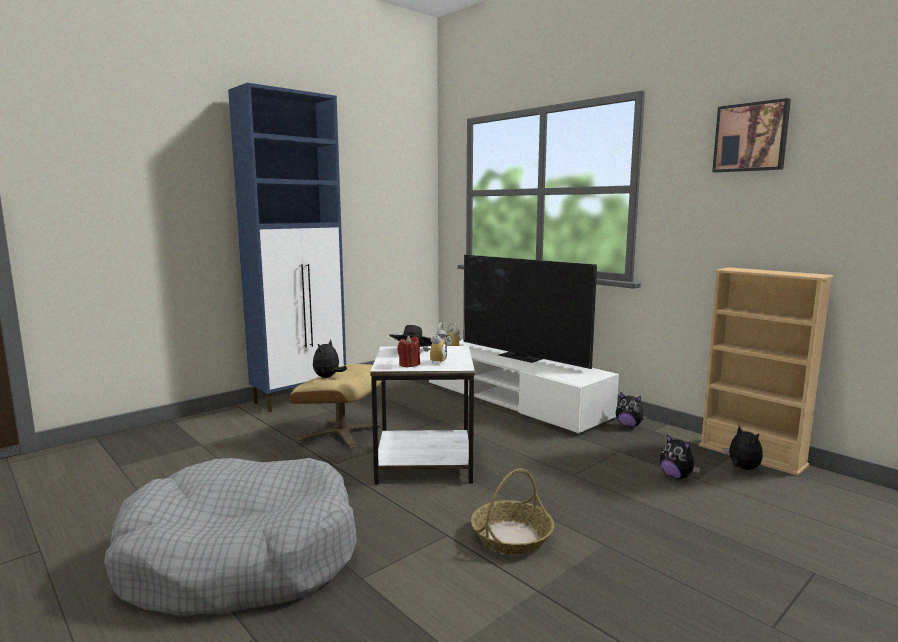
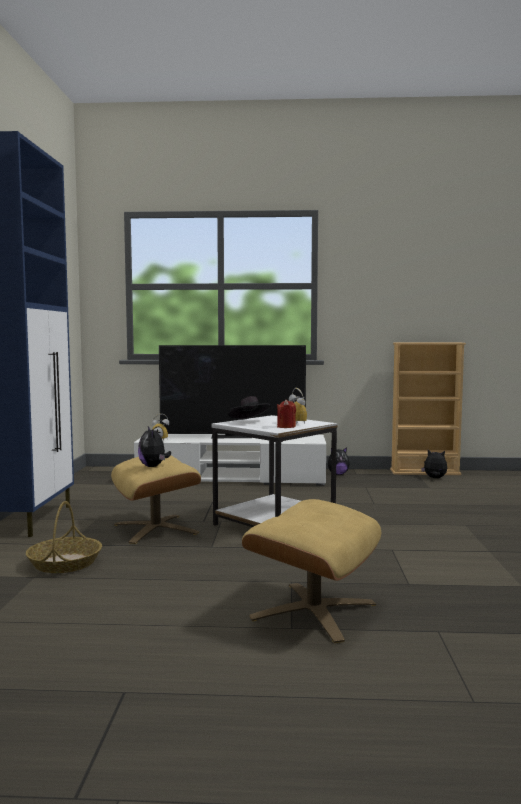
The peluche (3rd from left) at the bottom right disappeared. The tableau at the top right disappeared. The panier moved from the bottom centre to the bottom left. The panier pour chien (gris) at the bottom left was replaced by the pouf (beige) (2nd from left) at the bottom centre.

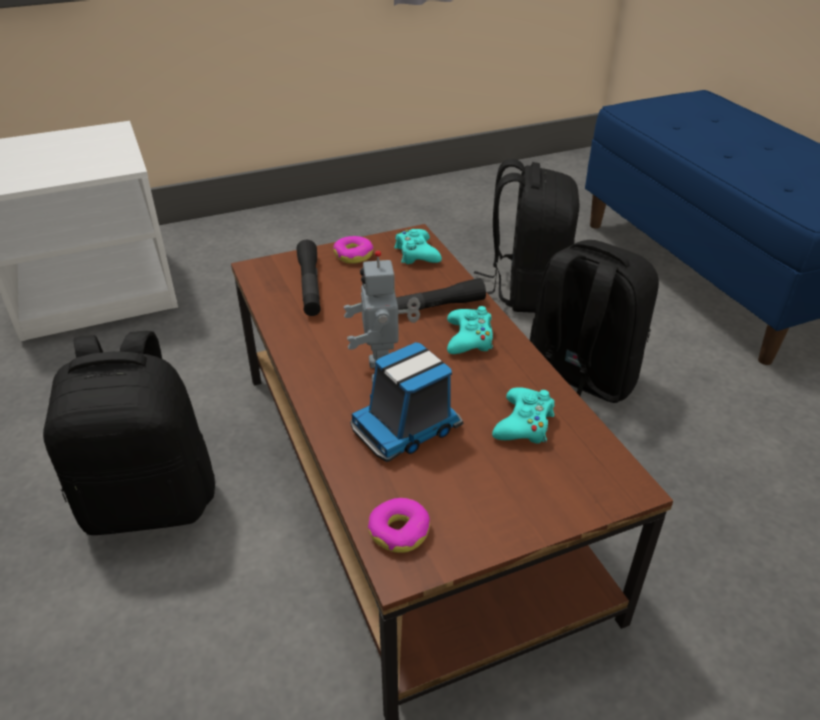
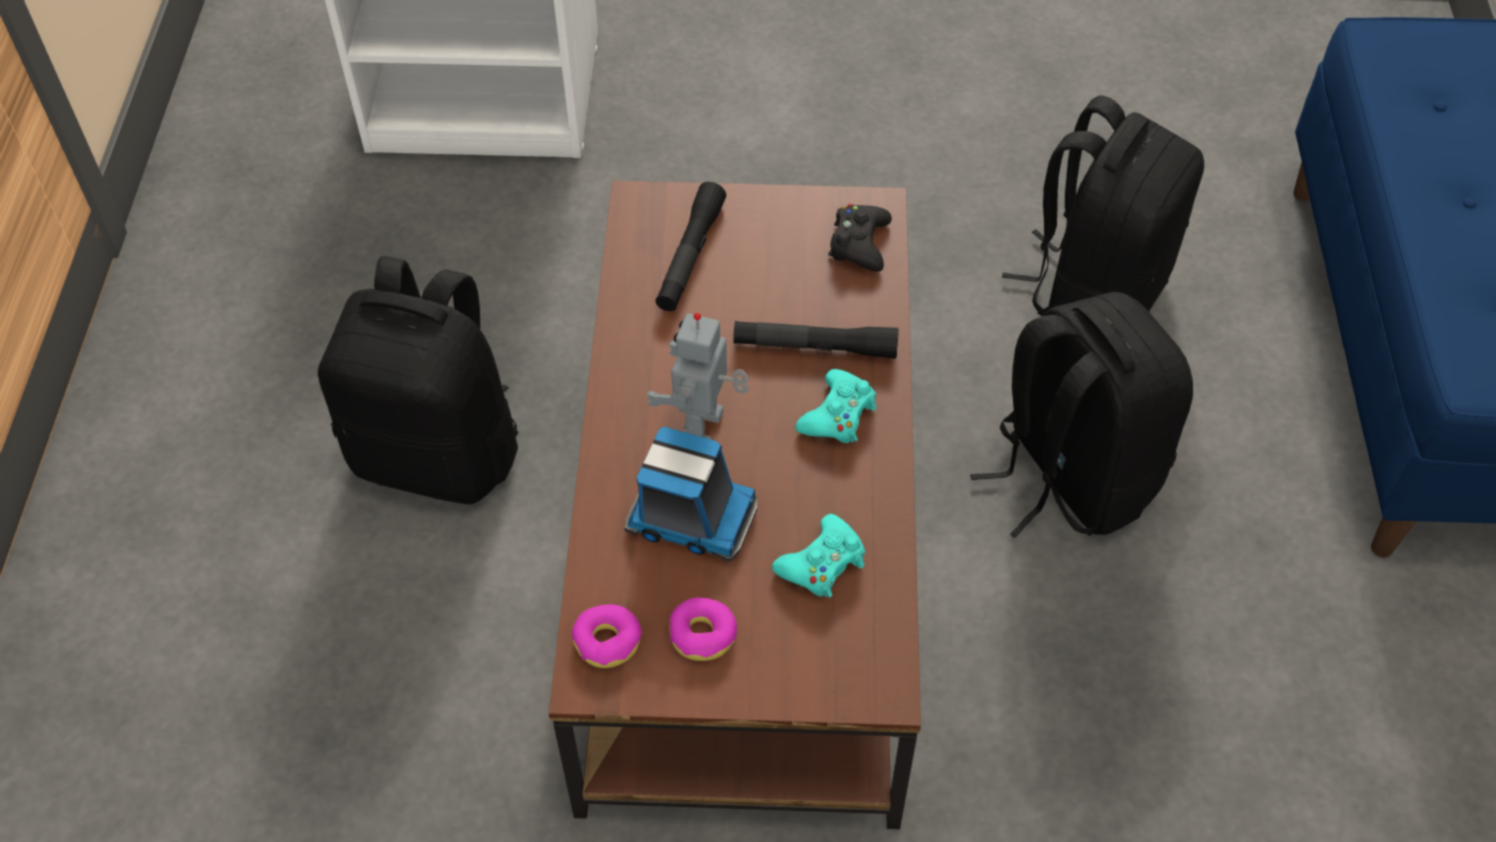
The beignet (1st from left in the first image) moved from the centre to the bottom centre. The manette (turquoise) (1st from left) at the centre became the manette (noir) at the top centre. The camion jouet at the centre turned 150 degrees counterclockwise.

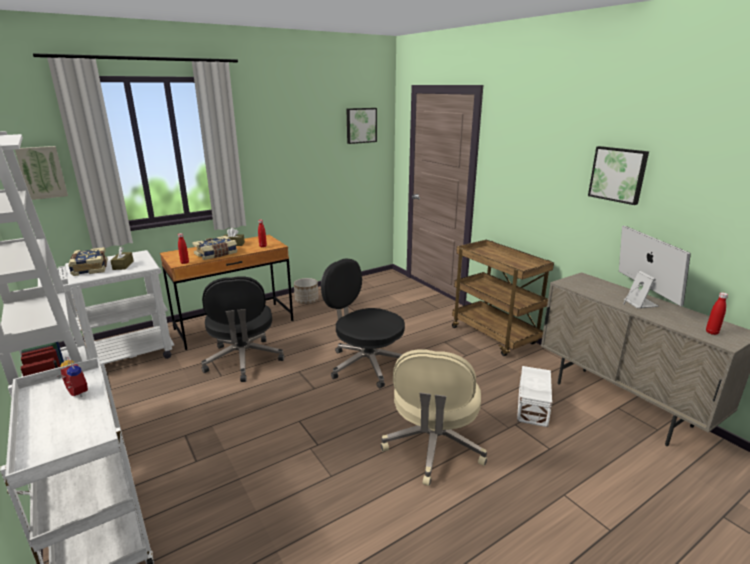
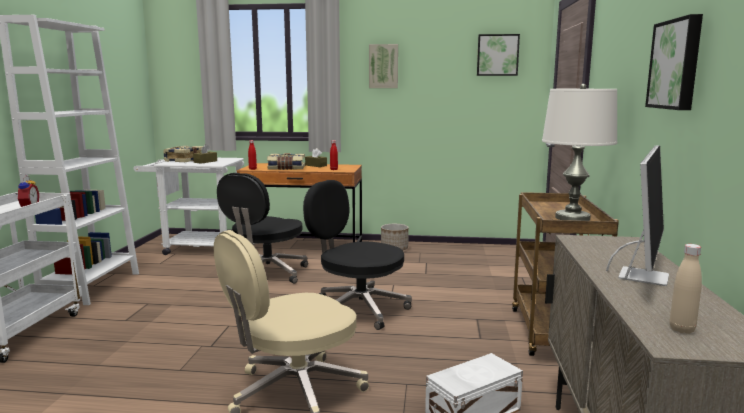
The lampe de table (blanc) at the middle right appeared. The tableau (1st from left) moved from the top left to the top centre. The bouteille (rouge) (3rd from left) at the middle right became the bouteille (beige) at the bottom right. The chaise de bureau (noir) (2nd from left) at the centre turned 45 degrees counterclockwise.

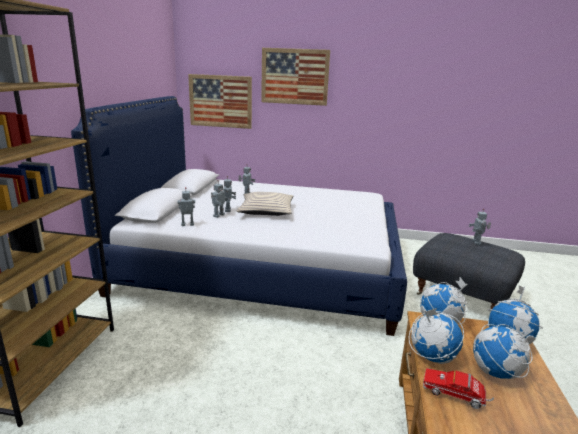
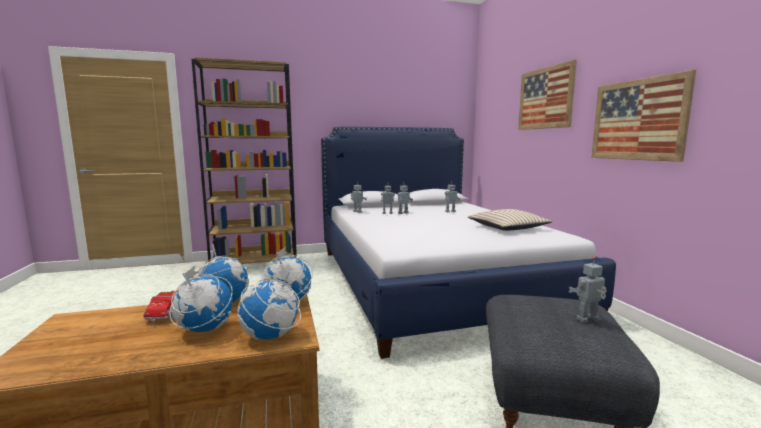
The tableau (1st from left in the first image) moved from the top centre to the top right. The coussin (beige) moved from the centre to the middle right.

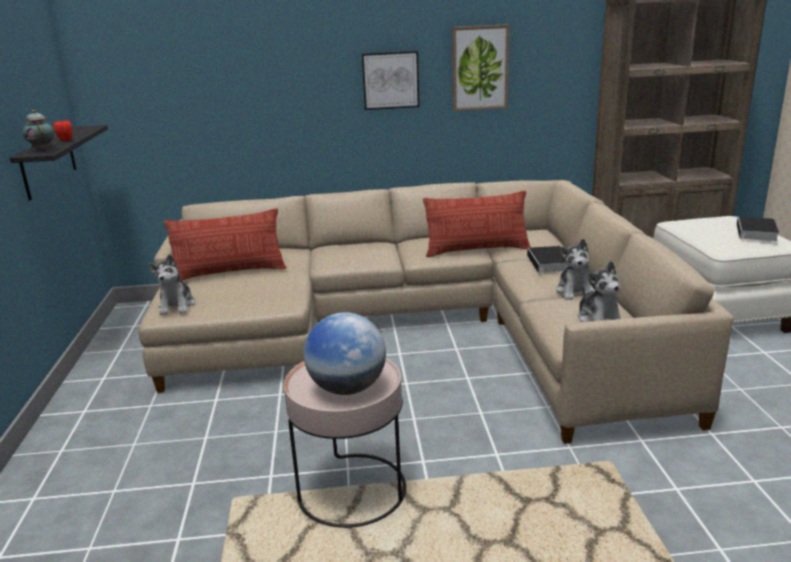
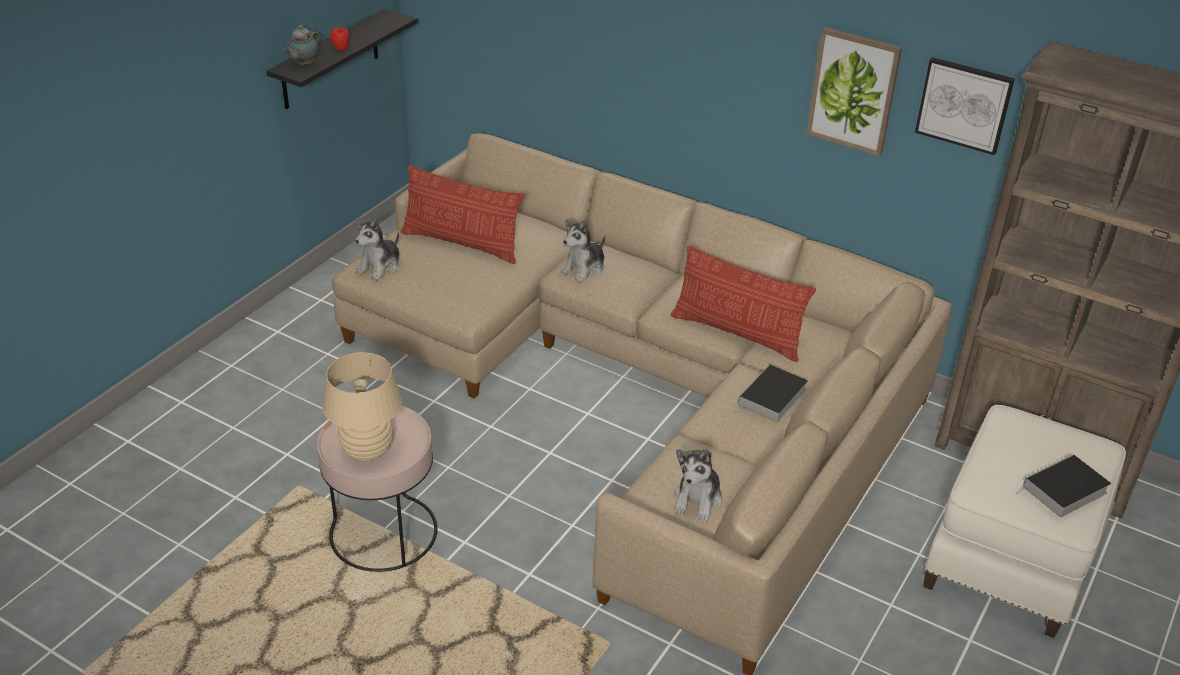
The tableau (1st from left in the first image) moved from the top centre to the top right. The peluche (2nd from left) moved from the middle right to the centre. The globe at the centre was replaced by the lampe de table (beige) at the middle left. The théière at the top left turned 150 degrees counterclockwise.

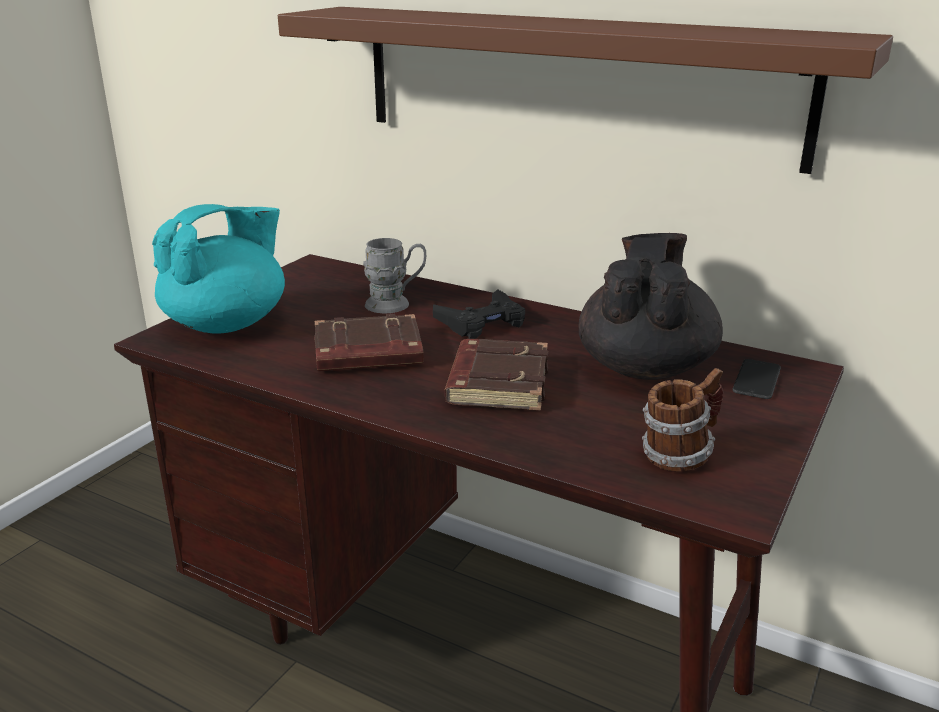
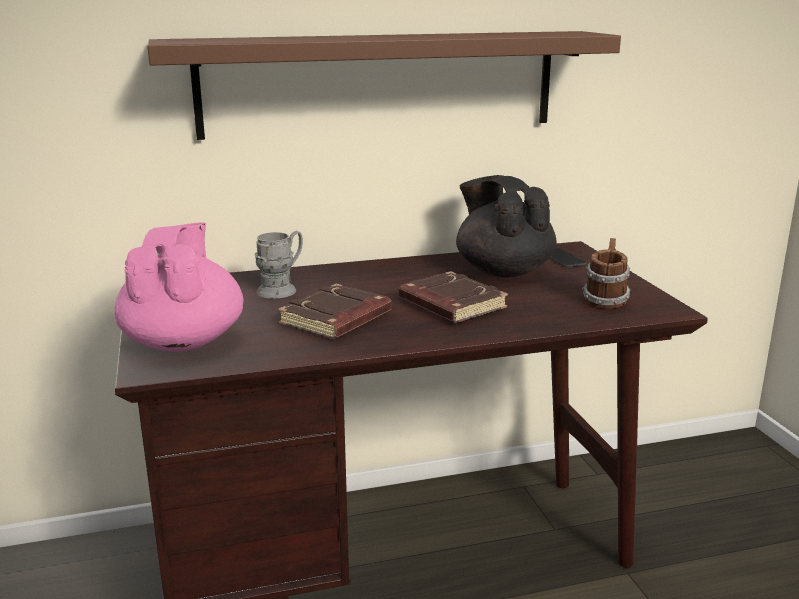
The manette (noir) at the centre disappeared. The théière (turquoise) at the middle left became the théière (rose) at the middle left.

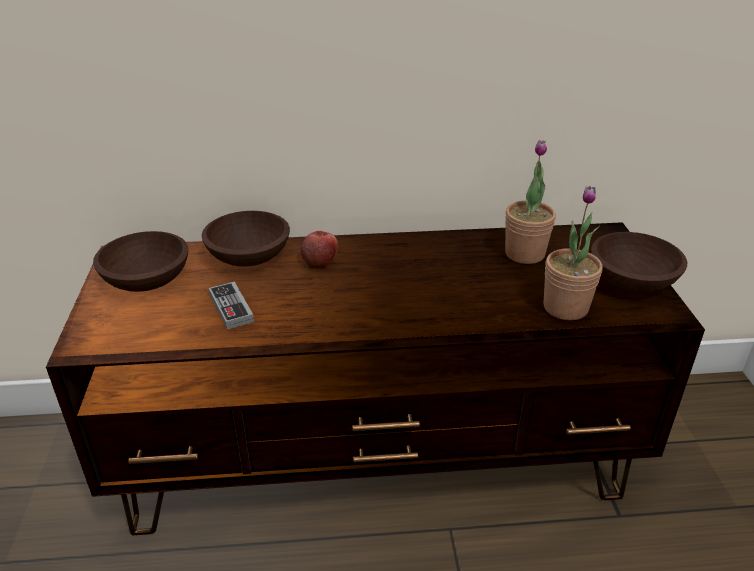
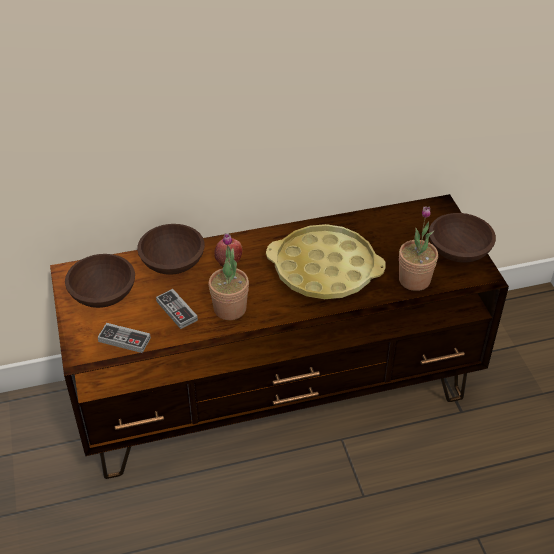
The manette (1st from left) at the middle left appeared. The plateau (jaune) at the centre appeared. The plante en pot (1st from left) moved from the middle right to the centre.

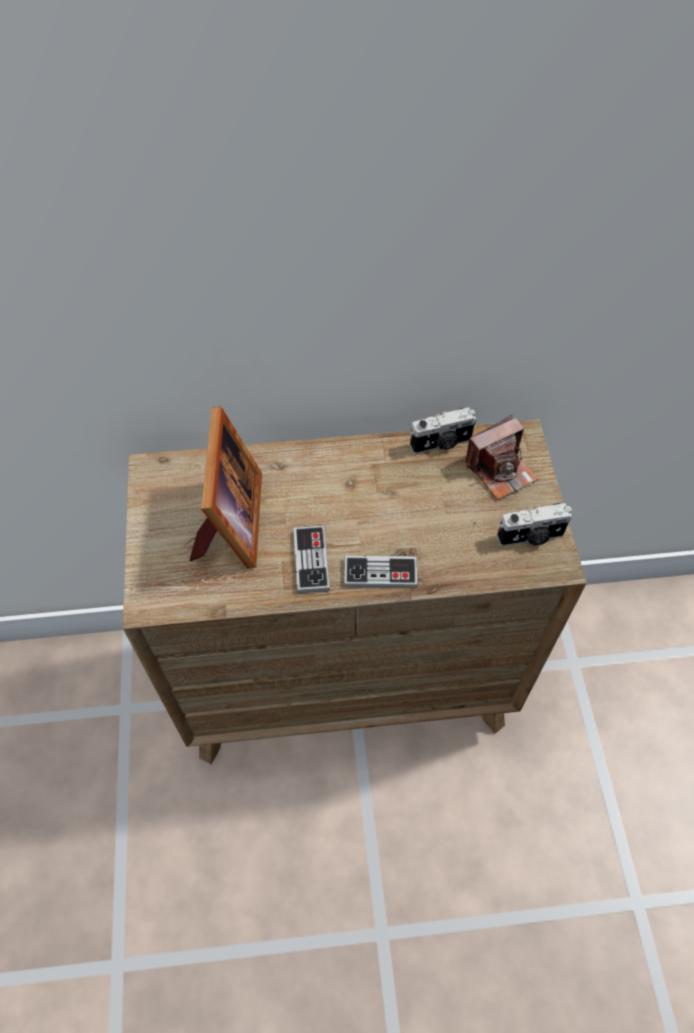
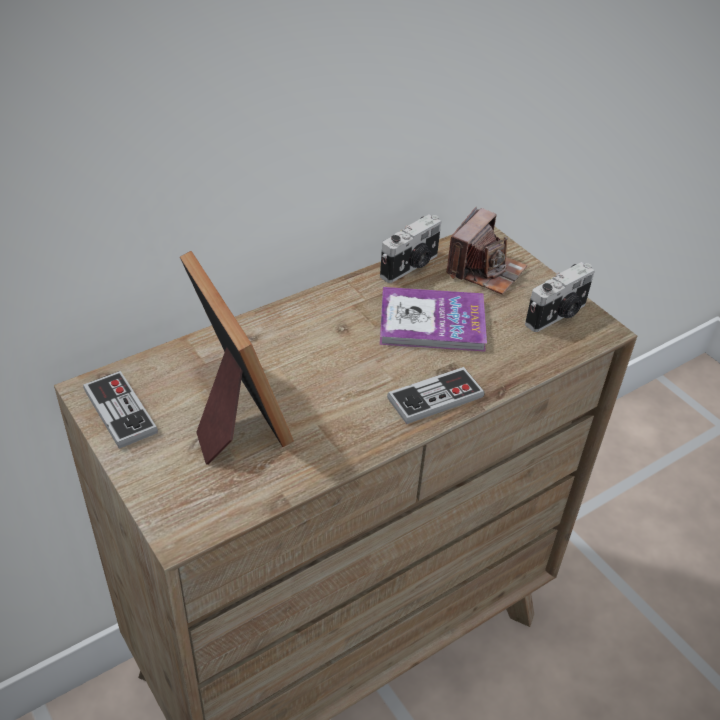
The livre at the centre appeared. The manette (1st from left) moved from the centre to the middle left.

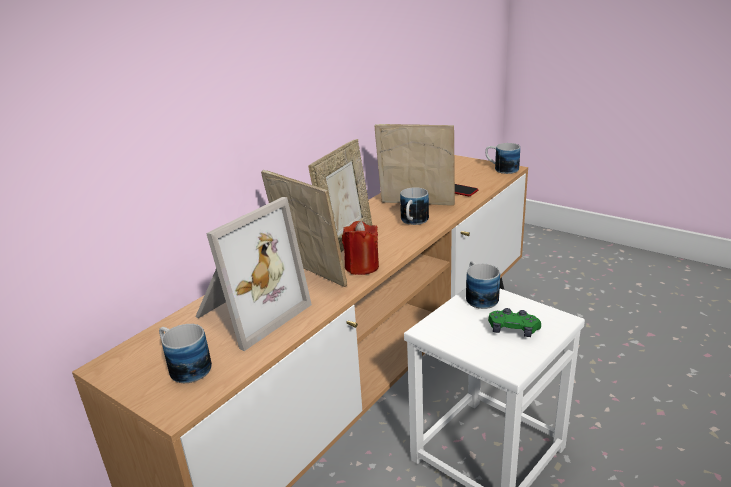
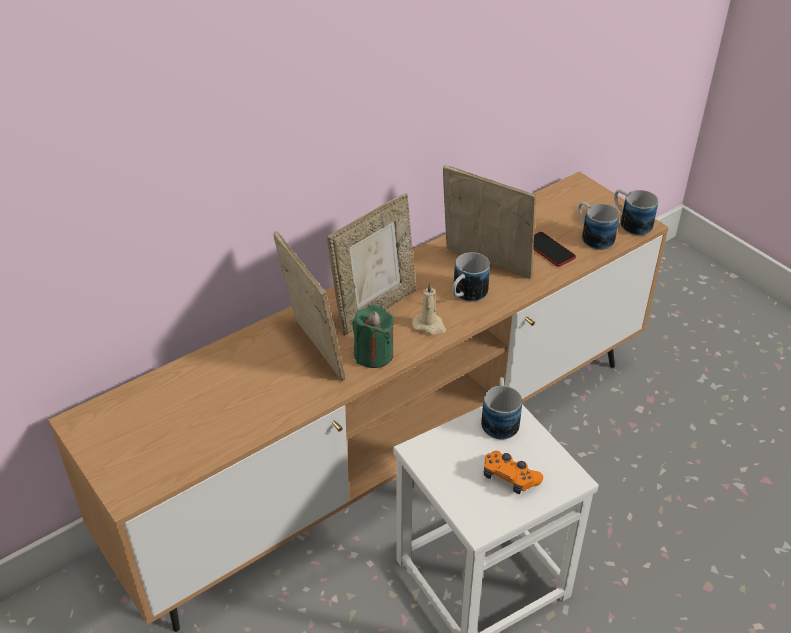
The cadre photo (1st from left) at the centre disappeared. The bougie (beige) at the centre appeared. The mug (1st from left in the first image) moved from the bottom left to the middle right. The bougie (rouge) at the centre became the bougie (vert) at the centre. The manette (vert) at the middle right became the manette (orange) at the bottom centre.

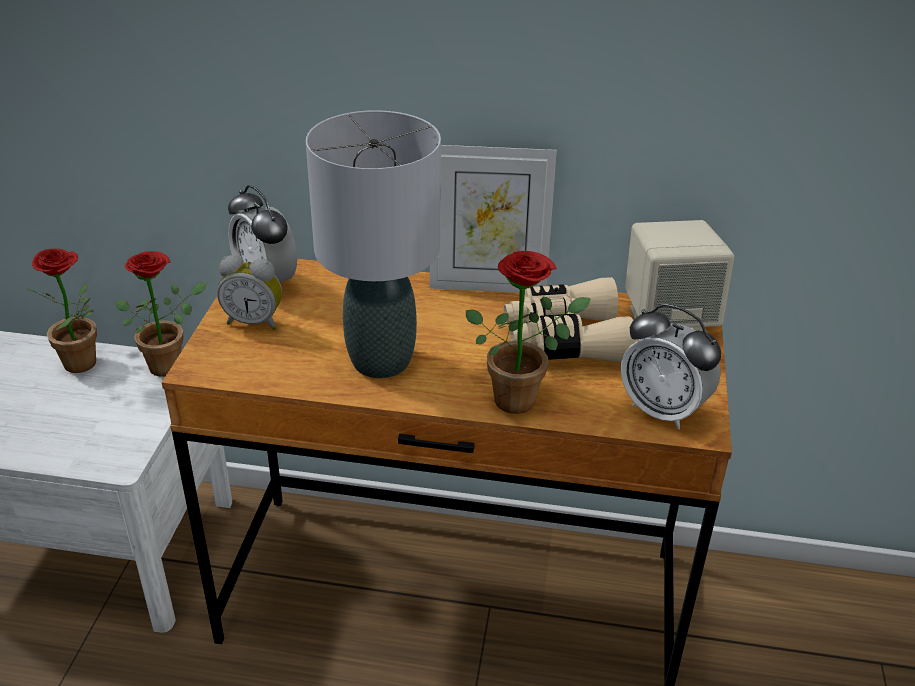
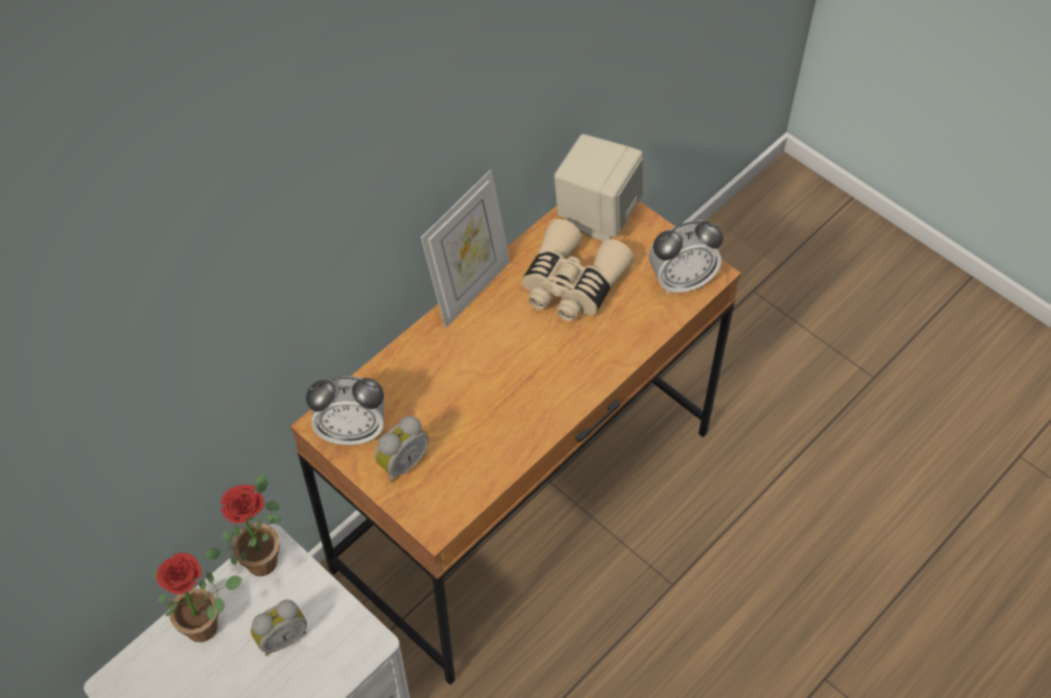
The lampe de table (gris) at the centre disappeared. The plante en pot (3rd from left) at the centre disappeared. The réveil (1st from left) at the bottom left appeared.

